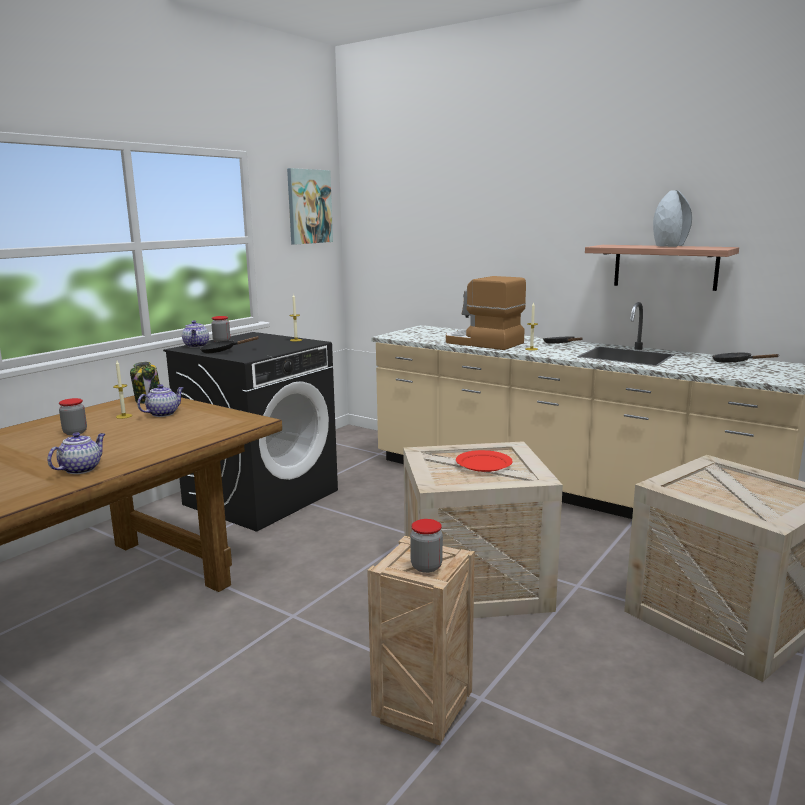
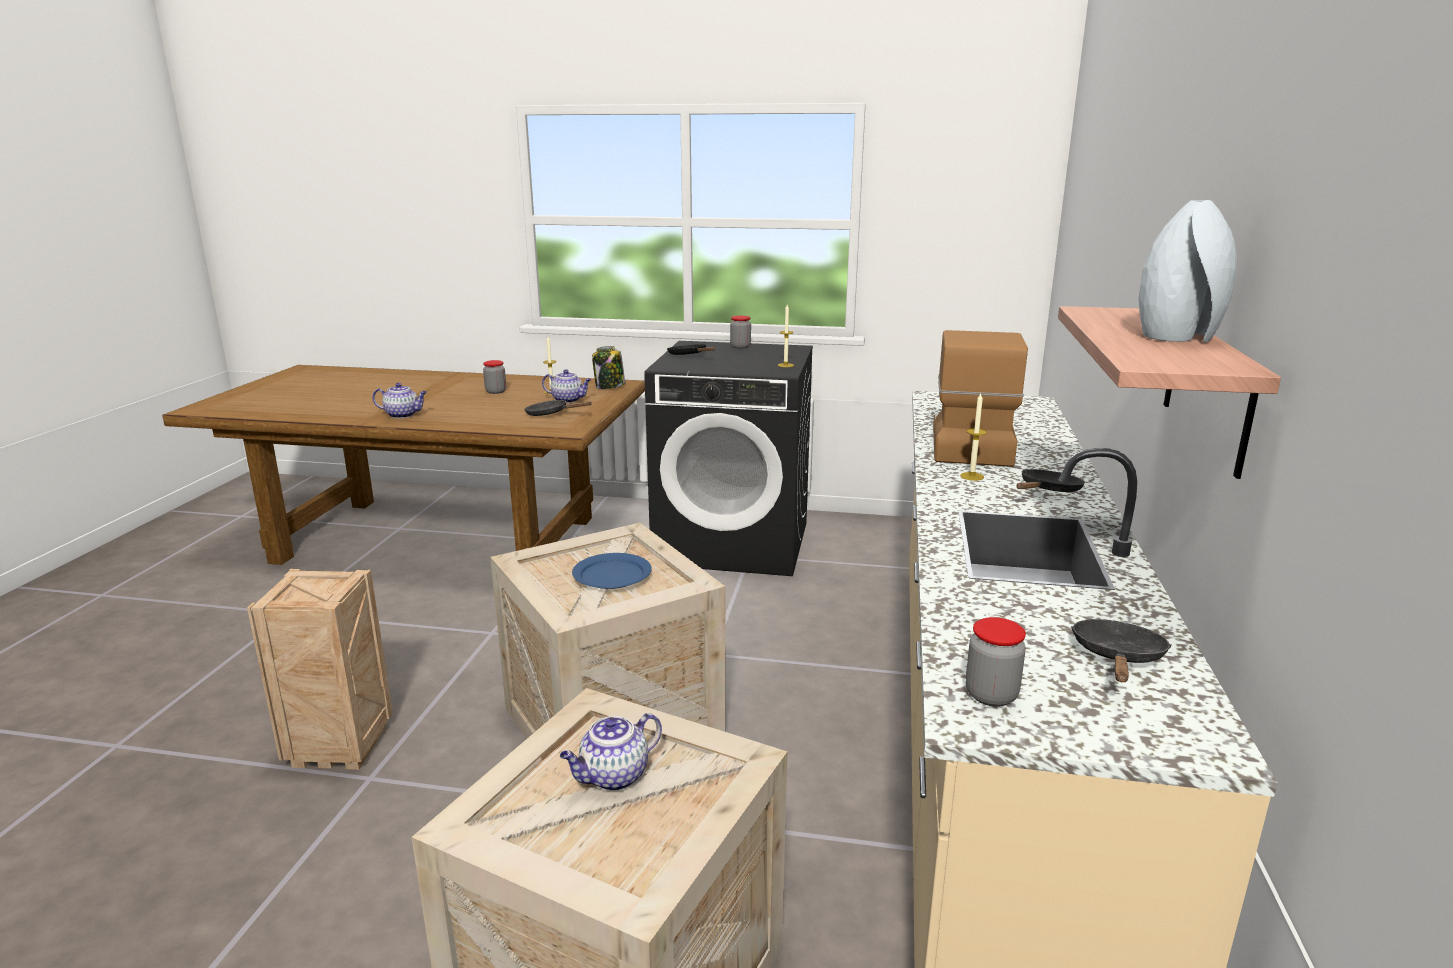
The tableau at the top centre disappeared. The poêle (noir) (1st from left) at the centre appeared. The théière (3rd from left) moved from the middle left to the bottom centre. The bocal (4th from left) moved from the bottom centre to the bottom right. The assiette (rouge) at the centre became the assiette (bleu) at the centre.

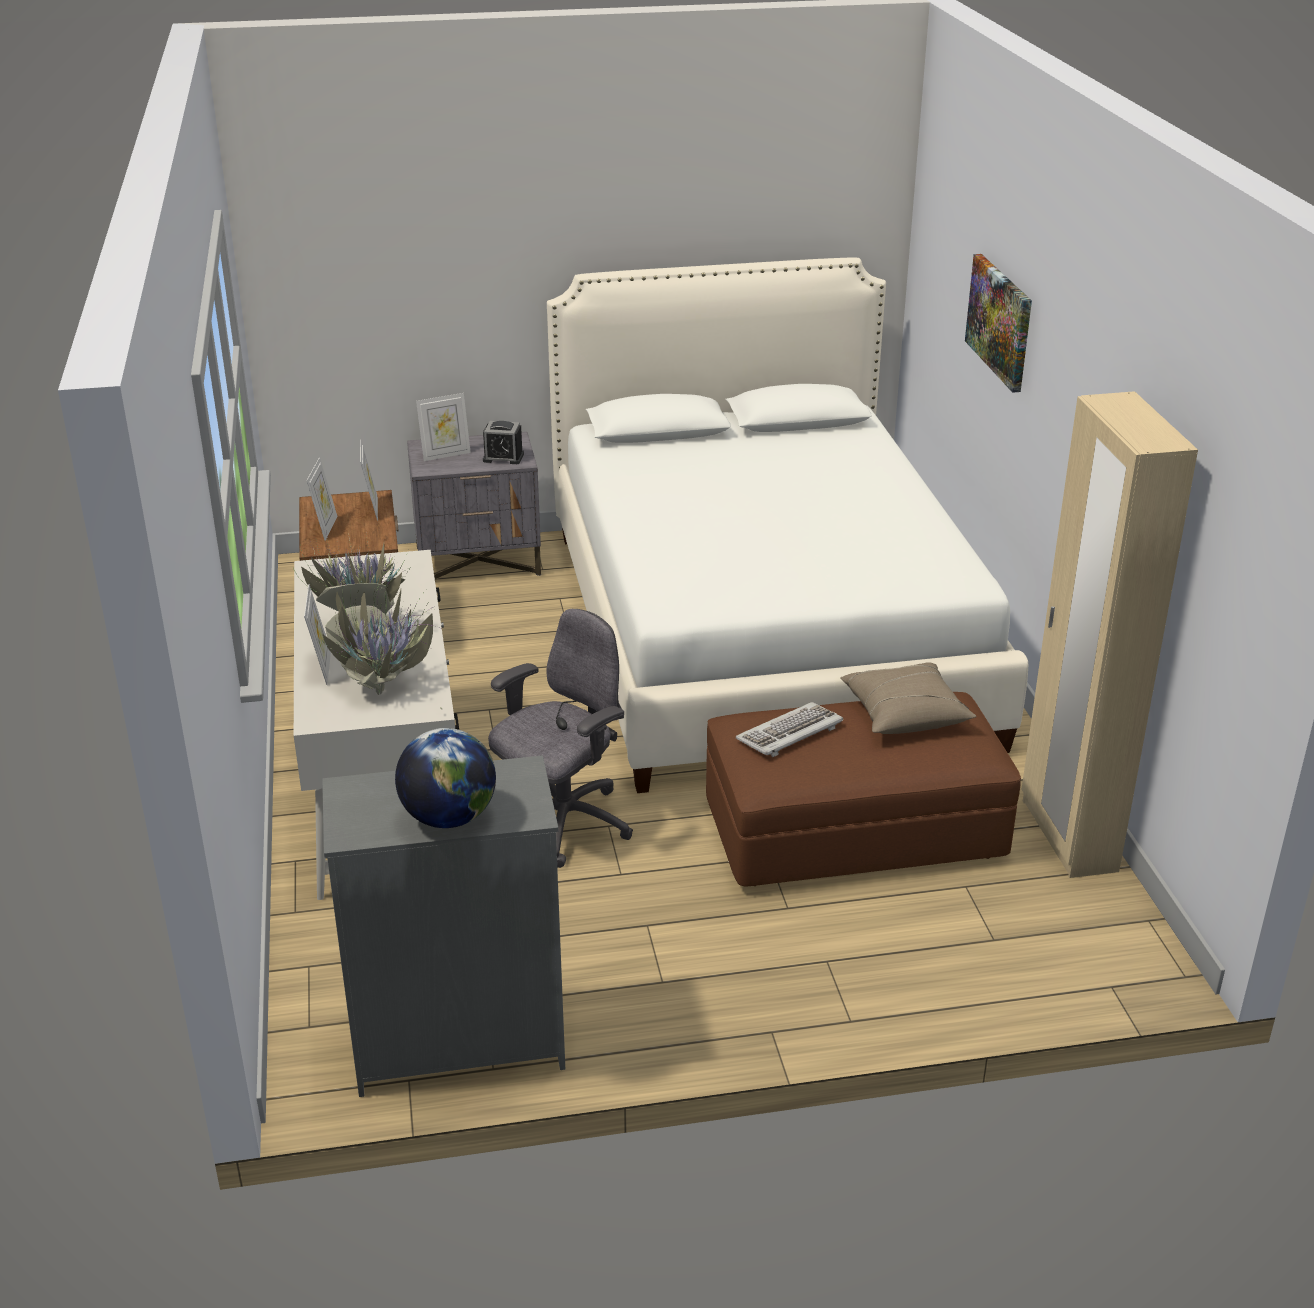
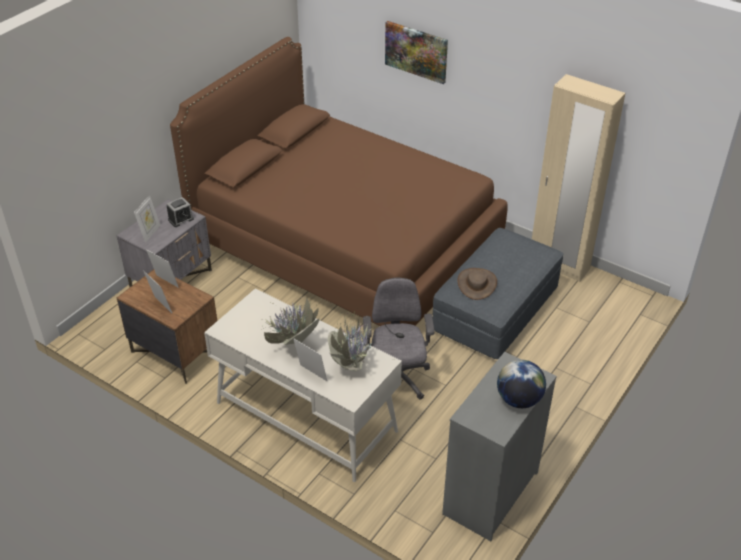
The coussin (beige) at the middle right disappeared. The clavier at the centre was replaced by the chapeau (marron) at the centre. The lit (blanc) at the centre became the lit (marron) at the top centre. The pouf (marron) at the centre became the pouf (gris) at the middle right.

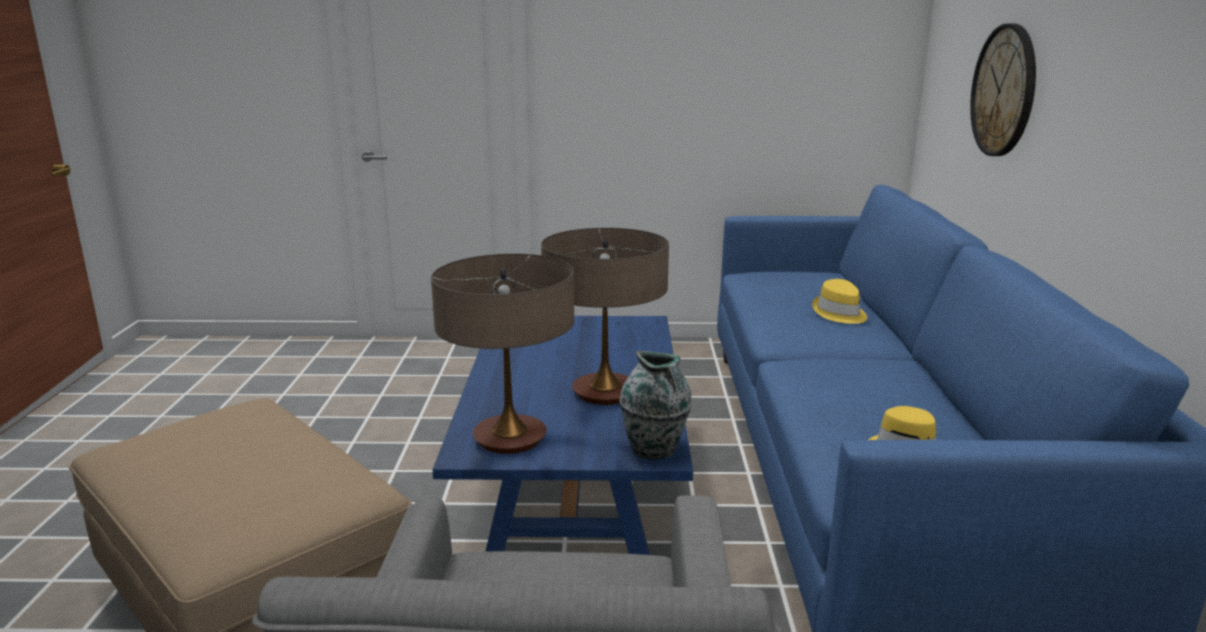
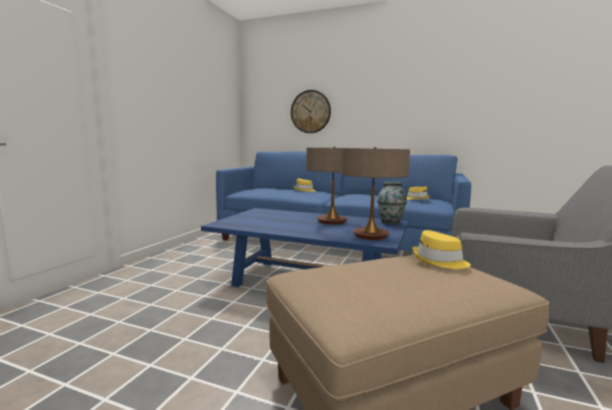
The chapeau (jaune) (3rd from left) at the middle right appeared.

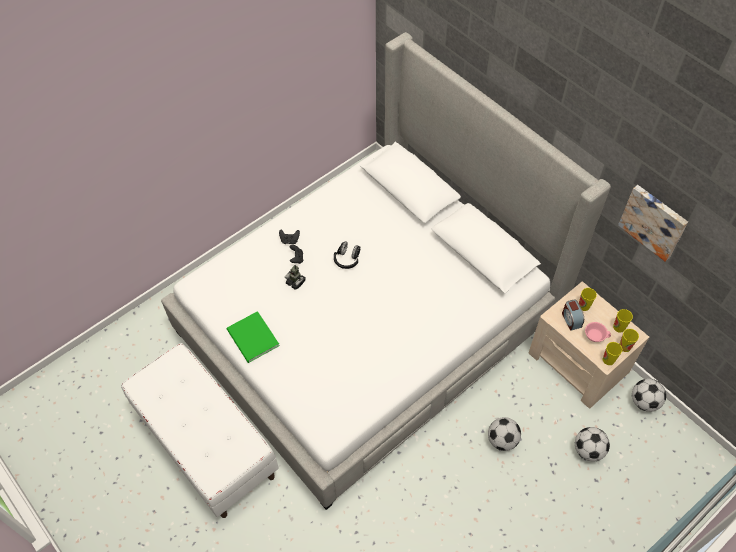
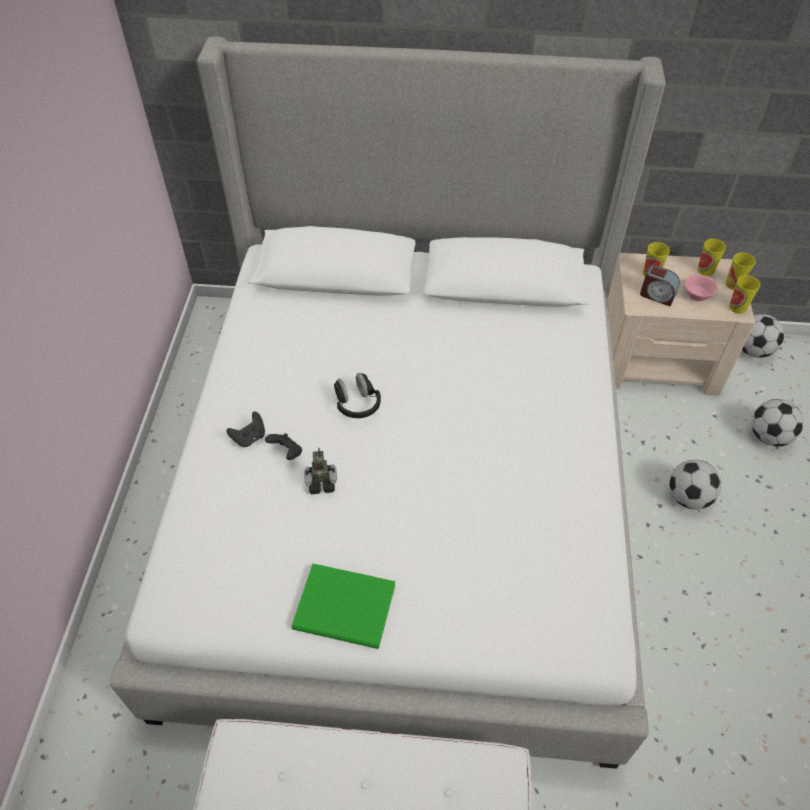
The tableau at the middle right disappeared.

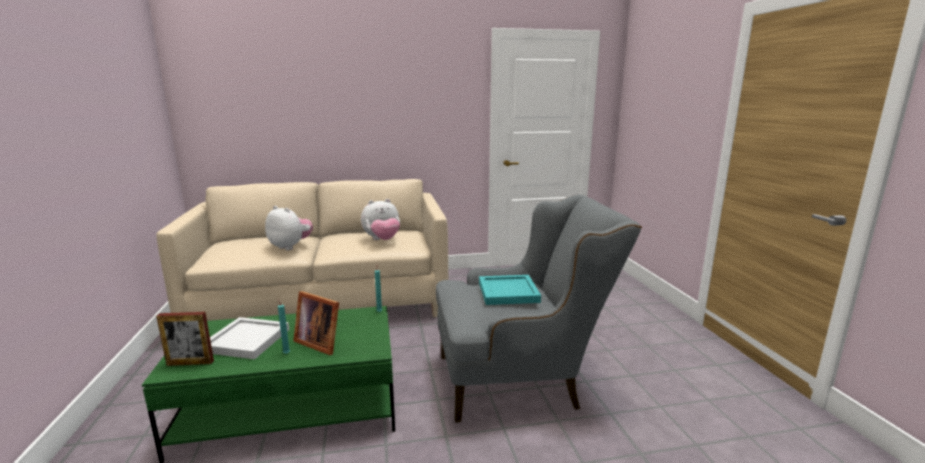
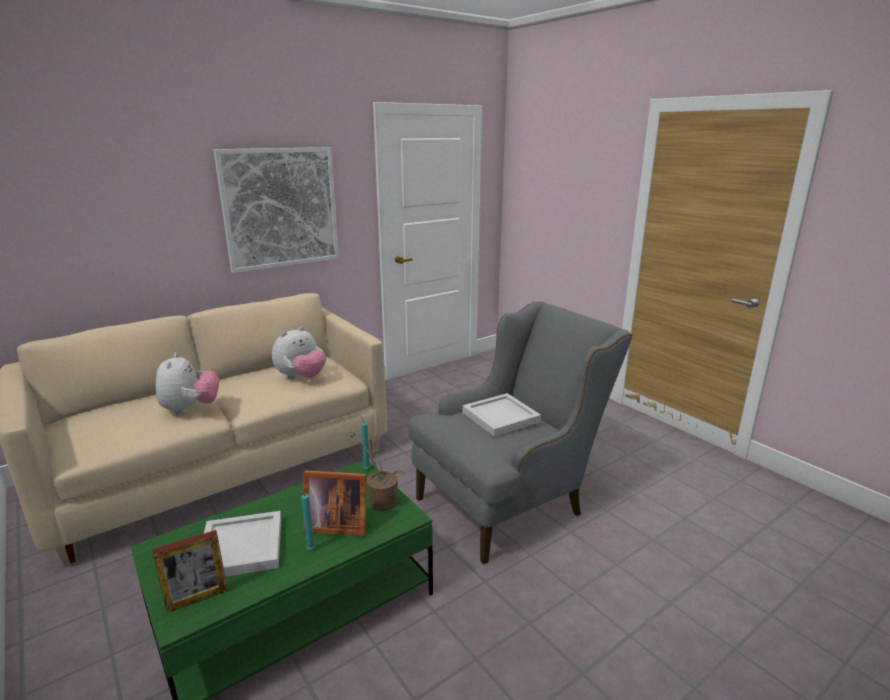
The tableau at the top left appeared. The plante en pot at the bottom centre appeared. The plateau (turquoise) at the centre became the plateau (blanc) (2nd from left) at the centre. The peluche (1st from left) at the middle left turned 75 degrees clockwise.

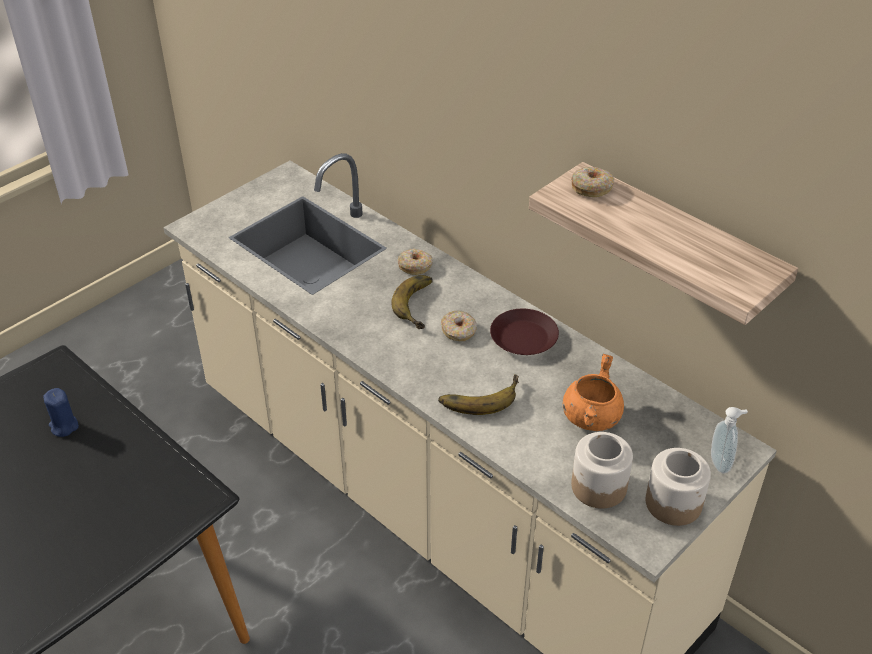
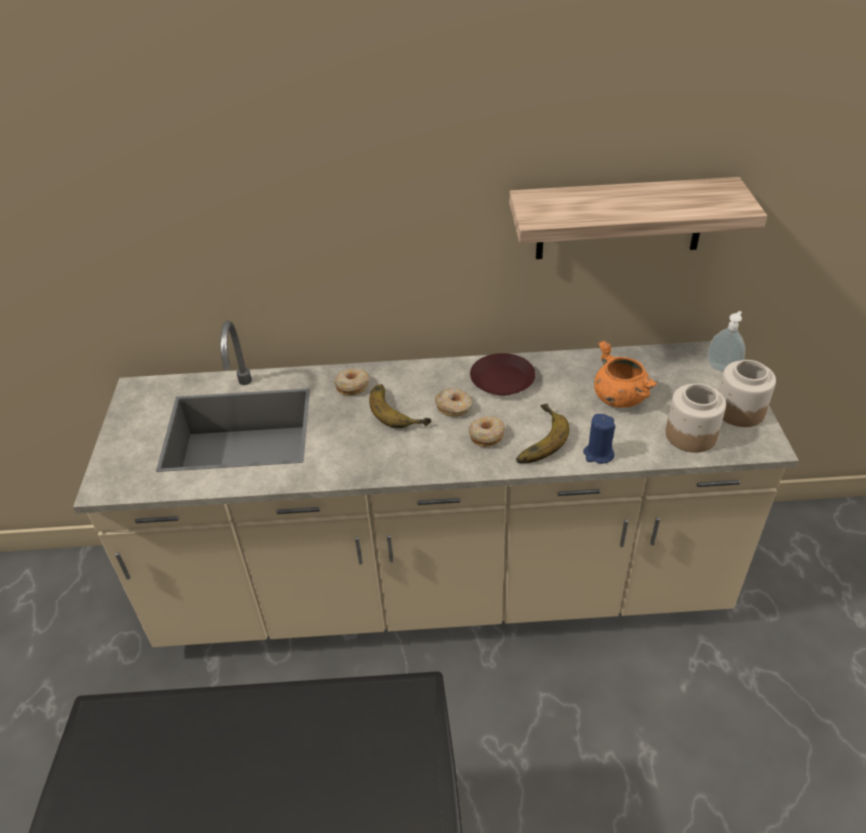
The bougie (bleu) moved from the middle left to the middle right. The beignet (3rd from left) moved from the top right to the centre.

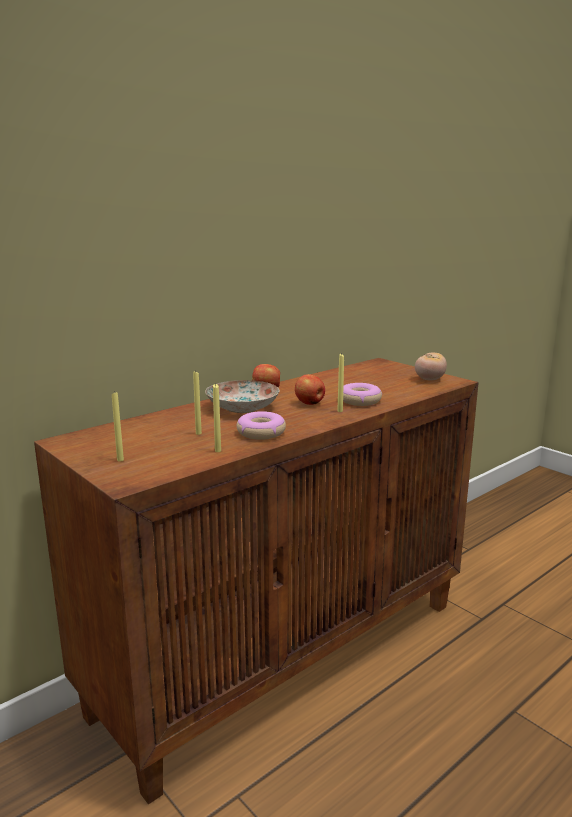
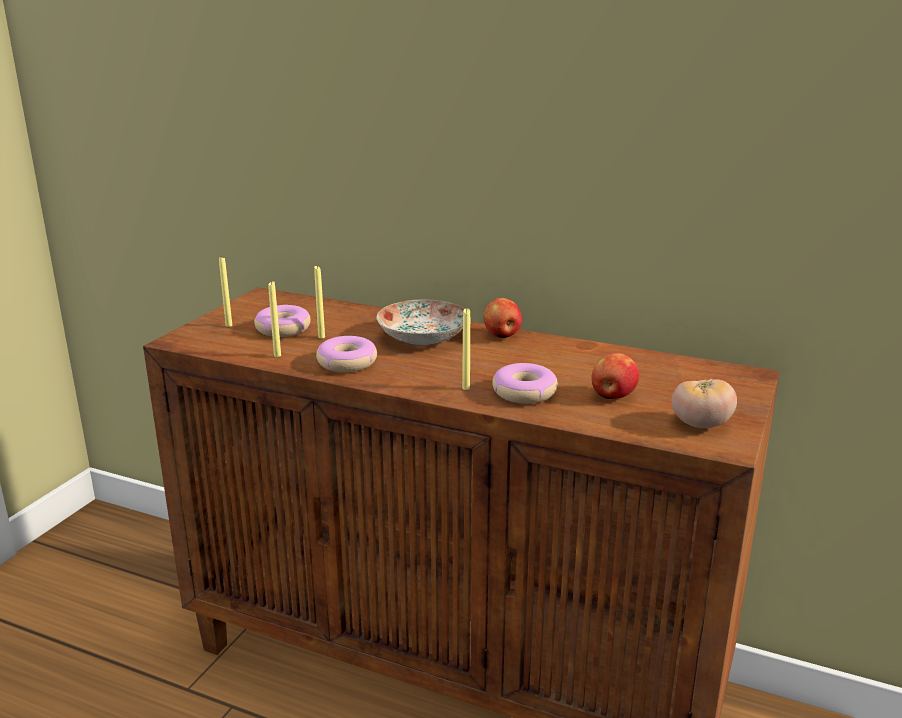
The beignet (1st from left) at the middle left appeared. The pomme (2nd from left) moved from the centre to the middle right.

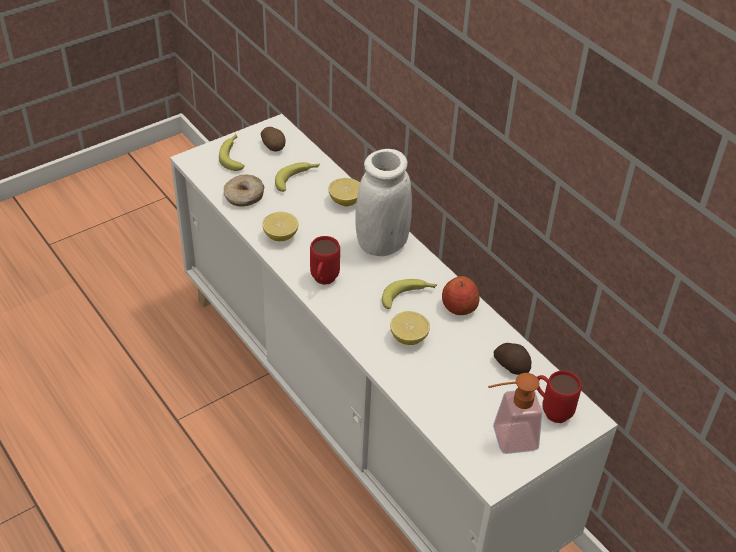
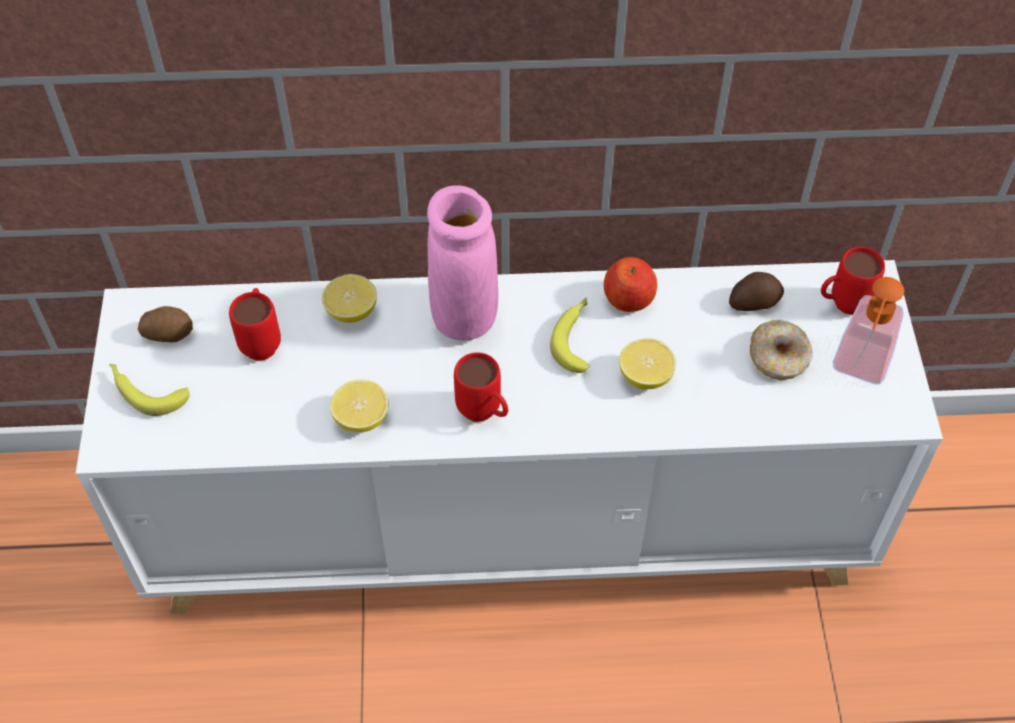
The beignet moved from the middle left to the middle right. The banane (2nd from left) at the top centre was replaced by the mug (rouge) (1st from left) at the middle left. The vase (blanc) at the centre became the vase (rose) at the centre.

